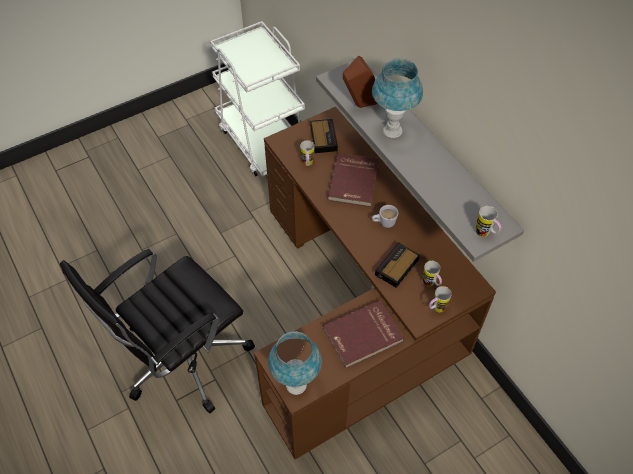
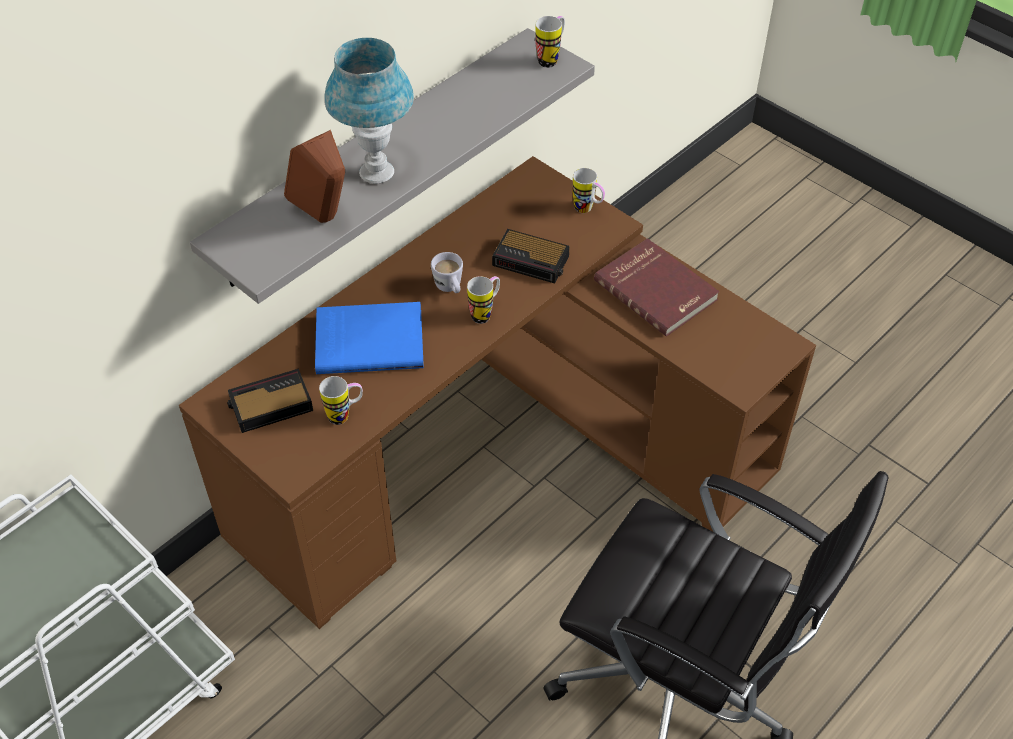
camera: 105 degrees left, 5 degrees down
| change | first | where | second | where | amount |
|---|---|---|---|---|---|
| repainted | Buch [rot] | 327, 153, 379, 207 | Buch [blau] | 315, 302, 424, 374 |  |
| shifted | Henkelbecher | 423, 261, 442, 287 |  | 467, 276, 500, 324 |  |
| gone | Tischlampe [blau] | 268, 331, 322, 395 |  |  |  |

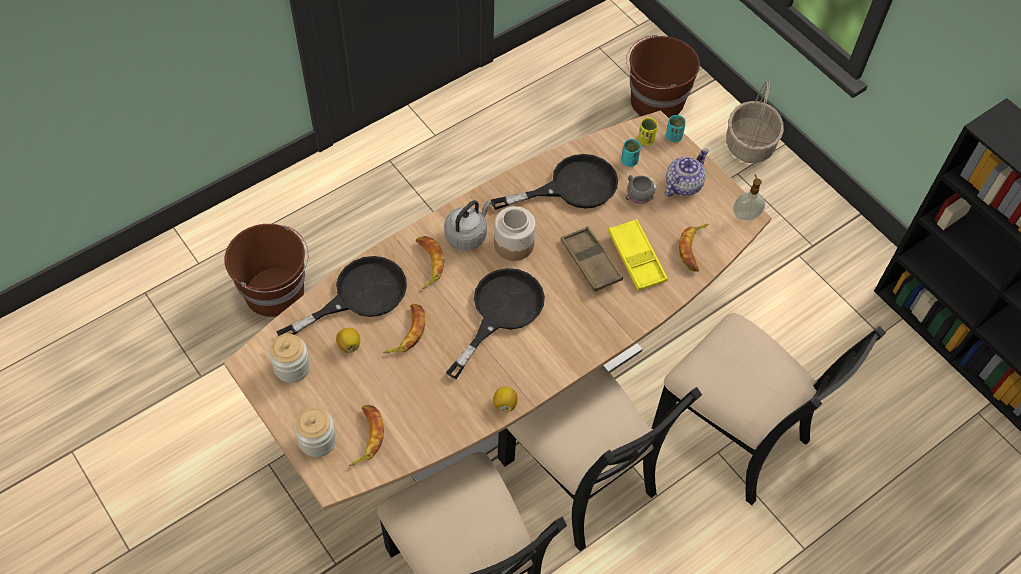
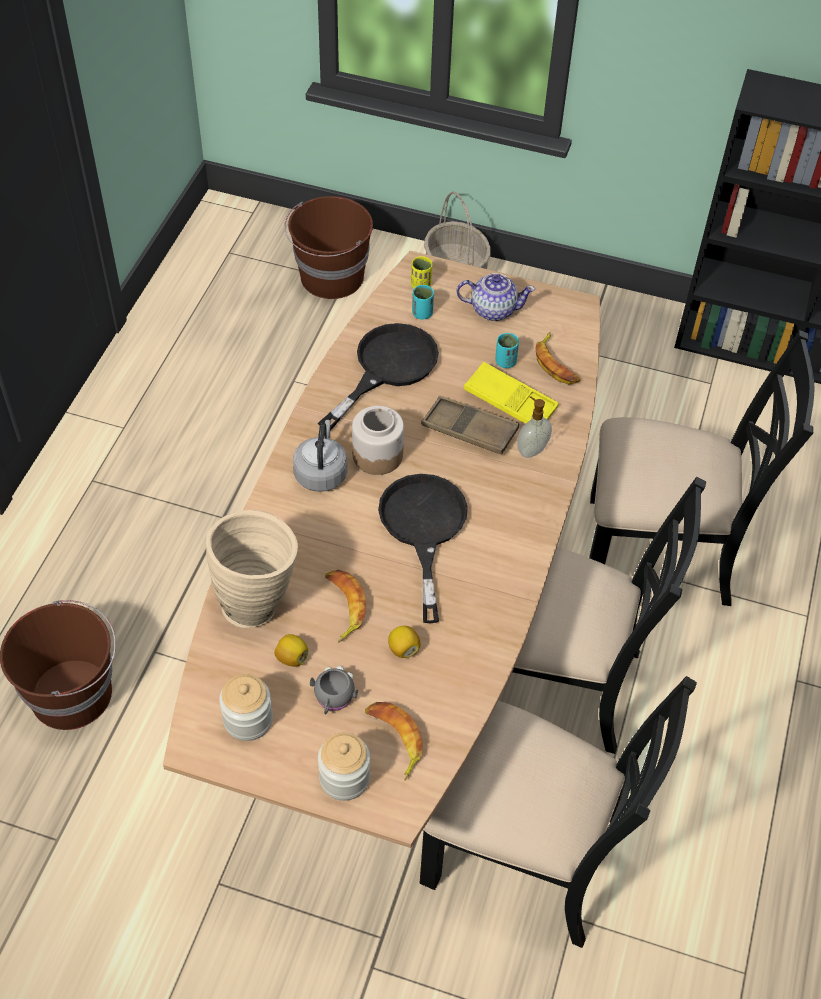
camera: 35 degrees left, 5 degrees down
| change | first | where | second | where | amount |
|---|---|---|---|---|---|
| shifted | Tasse [türkis] | 666, 115, 686, 142 |  | 496, 333, 519, 368 |  |
| rotated | Teekanne | 665, 148, 708, 197 |  | 456, 273, 535, 321 | 90 degrees clockwise |
| shifted | Seifenspender | 733, 174, 765, 220 |  | 517, 396, 552, 458 |  |
| shifted | Henkelbecher [grau] | 626, 175, 657, 204 |  | 310, 666, 358, 714 |  |
| gone | Banane | 416, 236, 444, 289 |  |  |  |
| swapped | Pfanne [schwarz] | 276, 256, 407, 336 | Vase [beige] | 206, 510, 298, 628 |  |
| shifted | Zitrone | 493, 387, 517, 412 |  | 388, 626, 420, 658 |  |

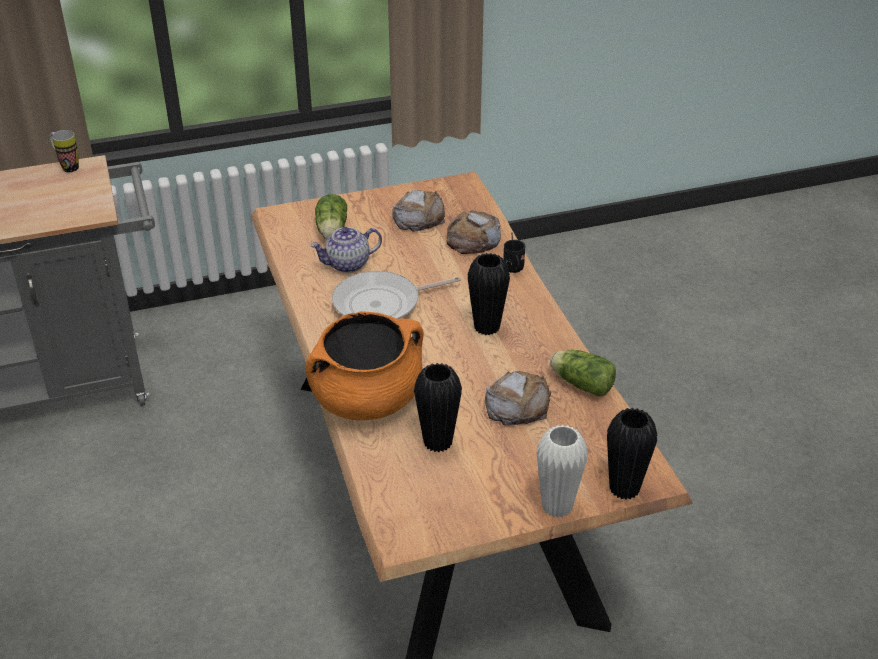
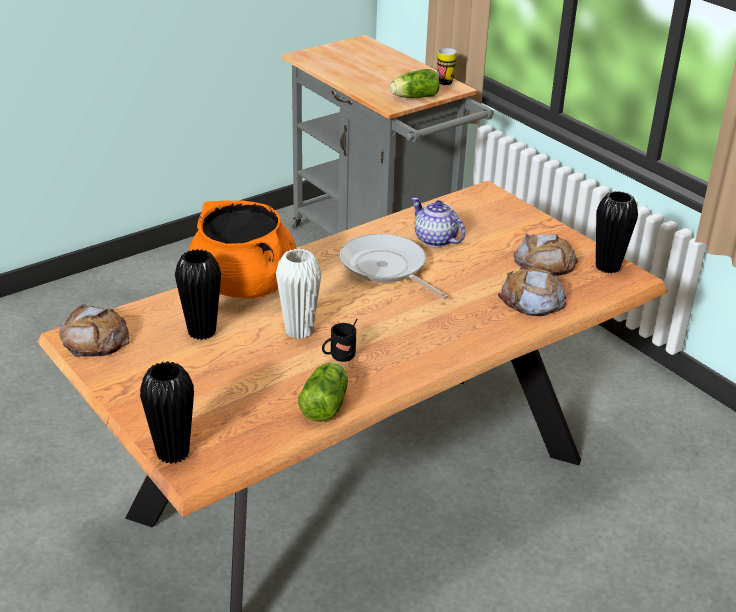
camera: 70 degrees right, 5 degrees down
| change | first | where | second | where | amount |
|---|---|---|---|---|---|
| shifted | Salatkopf | 315, 194, 347, 239 |  | 390, 69, 440, 98 |  |
| shifted | Henkelbecher [schwarz] | 503, 233, 525, 273 |  | 322, 319, 357, 362 |  |
| shifted | Vase [schwarz] | 468, 253, 510, 335 |  | 596, 191, 638, 273 |  |
| shifted | Brot | 485, 371, 551, 426 |  | 59, 304, 130, 357 |  |
| shifted | Vase [weiß] | 536, 425, 588, 518 |  | 276, 249, 322, 339 |  |

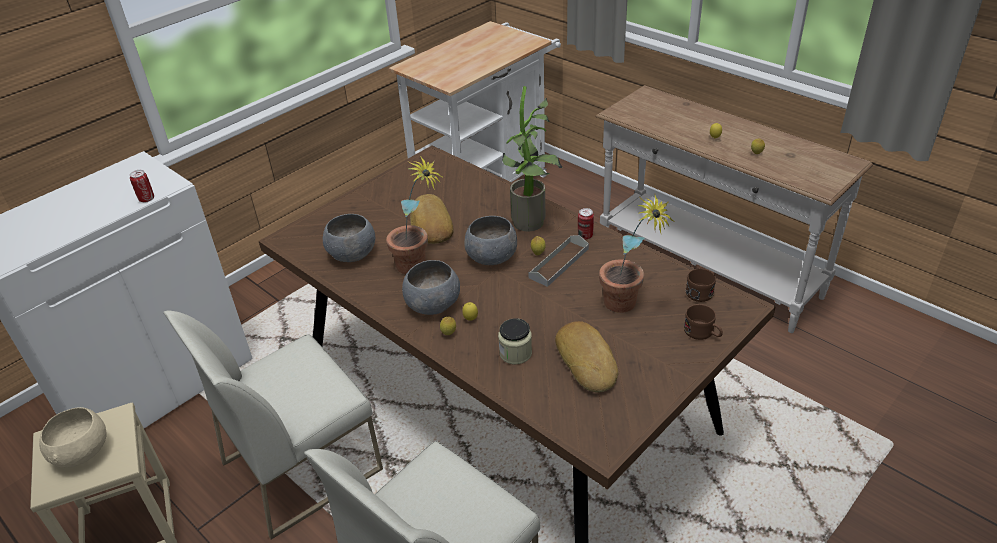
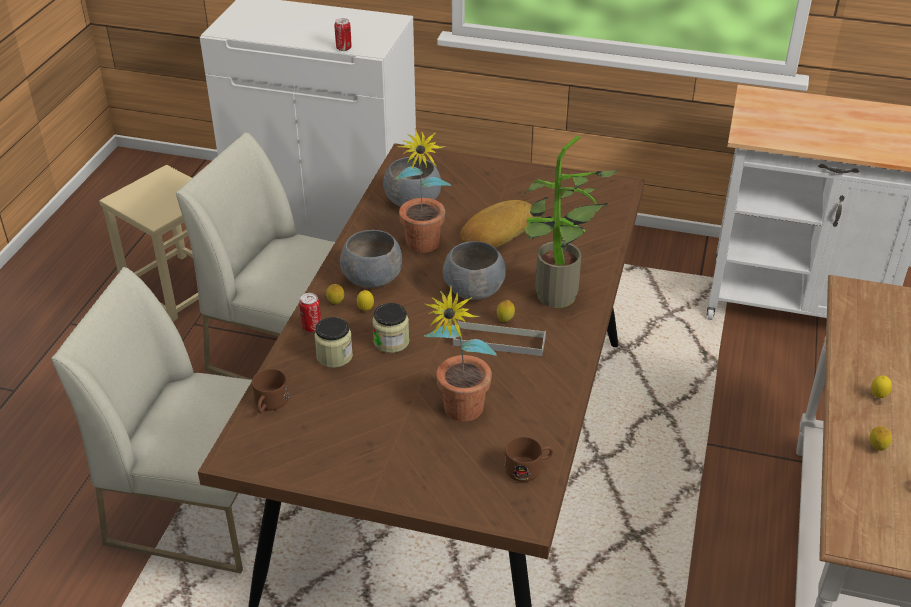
camera: 60 degrees right, 0 degrees up
| change | first | where | second | where | amount |
|---|---|---|---|---|---|
| shifted | Dose | 578, 208, 594, 240 |  | 299, 293, 321, 332 |  |
| shifted | Henkelbecher [braun] | 684, 304, 723, 340 |  | 252, 369, 289, 413 |  |
| gone | Brot | 555, 321, 618, 393 |  |  |  |
| gone | Schüssel [beige] | 39, 407, 107, 468 |  |  |  |
| new |  |  | Vorratsglas | 372, 303, 409, 353 |  |

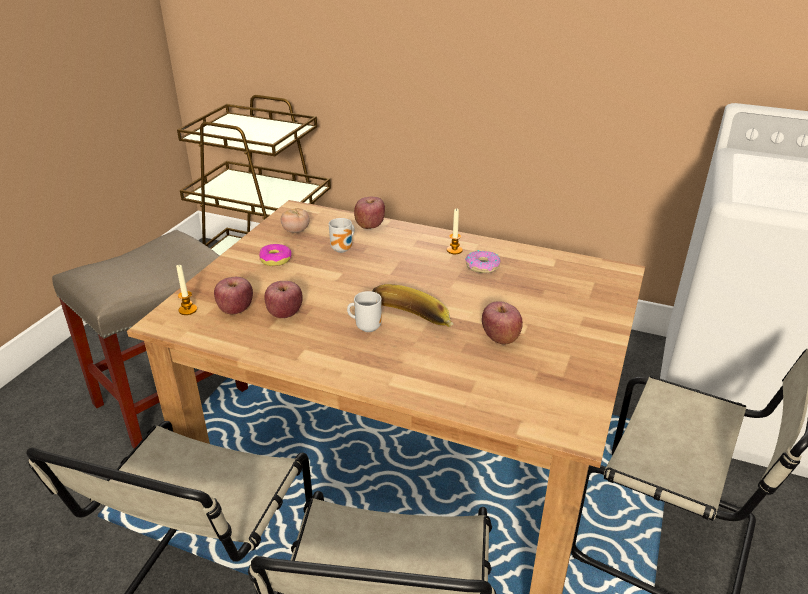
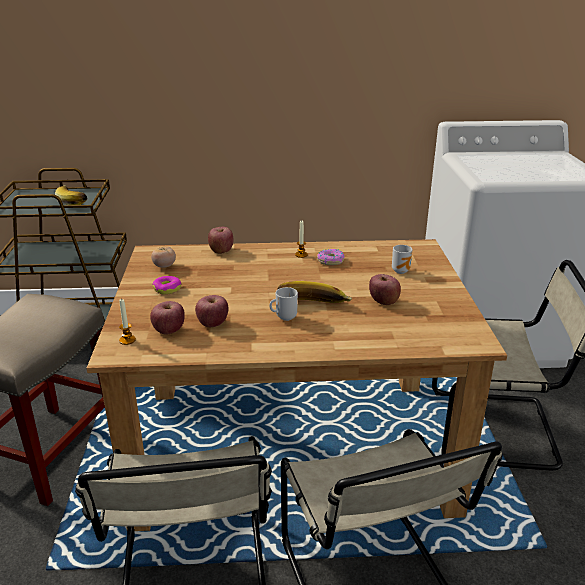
camera: 25 degrees left, 5 degrees down
| change | first | where | second | where | amount |
|---|---|---|---|---|---|
| shifted | Henkelbecher | 329, 218, 355, 253 |  | 392, 245, 413, 274 |  |
| new |  |  | Banane | 55, 185, 88, 205 |  |

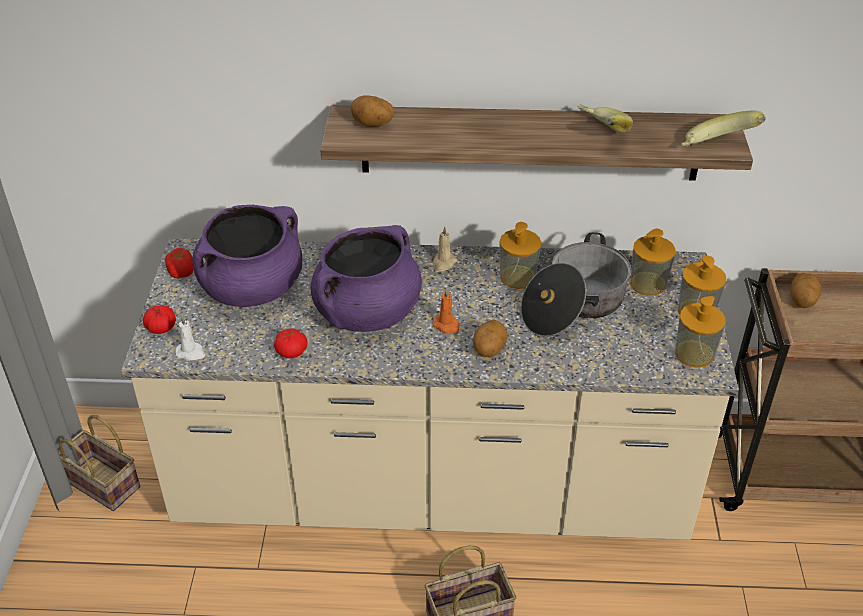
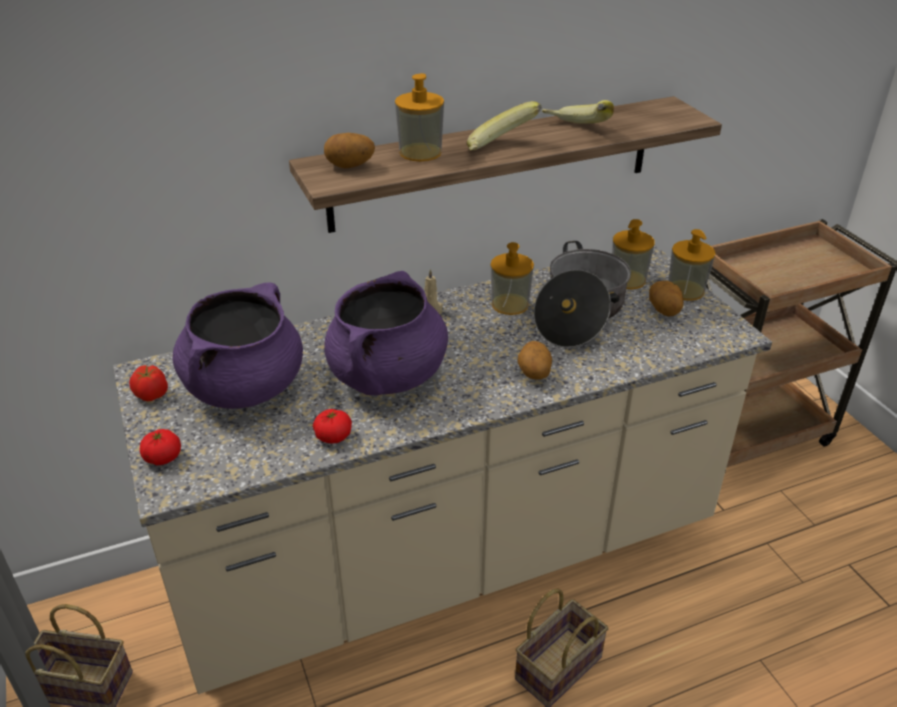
camera: 25 degrees left, 5 degrees down
| change | first | where | second | where | amount |
|---|---|---|---|---|---|
| shifted | Banane | 682, 110, 765, 147 |  | 467, 101, 542, 151 |  |
| shifted | Kartoffel | 790, 273, 821, 308 |  | 649, 281, 684, 317 |  |
| gone | Kerze [orange] | 432, 288, 459, 334 |  |  |  |
| shifted | Seifenspender | 675, 296, 725, 368 |  | 395, 73, 444, 161 |  |
| gone | Kerze [weiß] | 175, 316, 205, 361 |  |  |  |

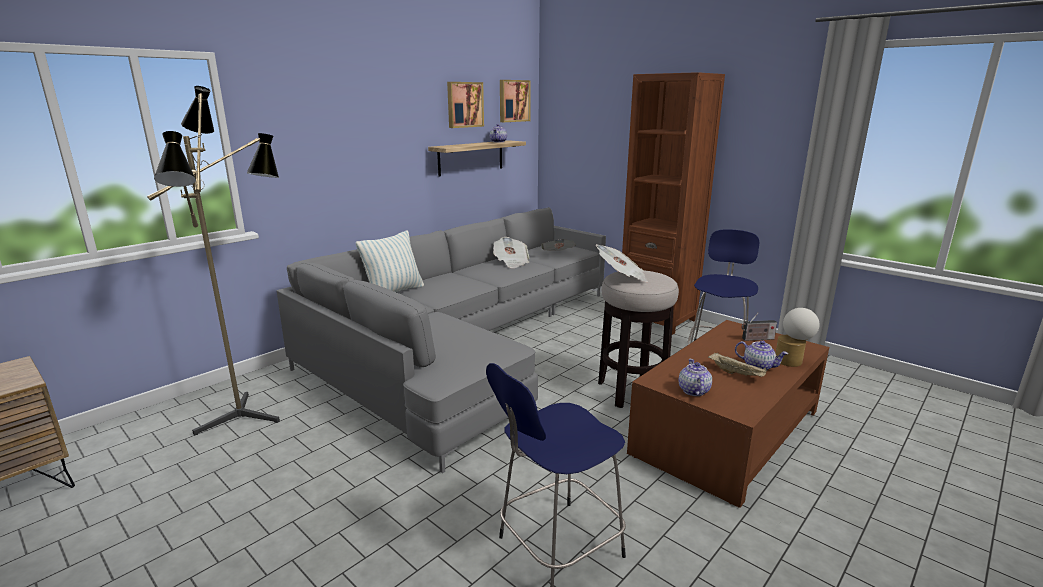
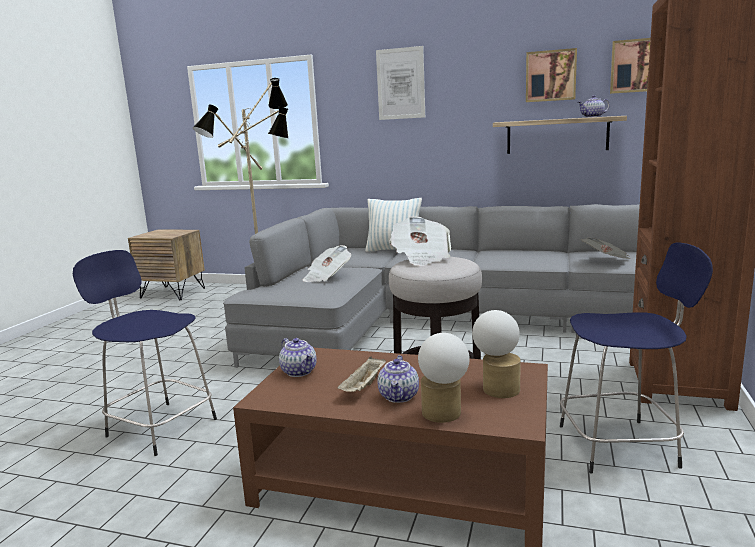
camera: 65 degrees right, 5 degrees down
| change | first | where | second | where | amount |
|---|---|---|---|---|---|
| shifted | Zeitung | 493, 237, 529, 268 |  | 303, 245, 351, 282 |  |
| swapped | Radio | 741, 313, 777, 341 | Tischlampe | 472, 310, 521, 398 |  |
| rotated | Teekanne | 679, 359, 712, 396 |  | 279, 338, 317, 377 | 75 degrees clockwise |
| new |  |  | Bild | 376, 46, 425, 120 |  |

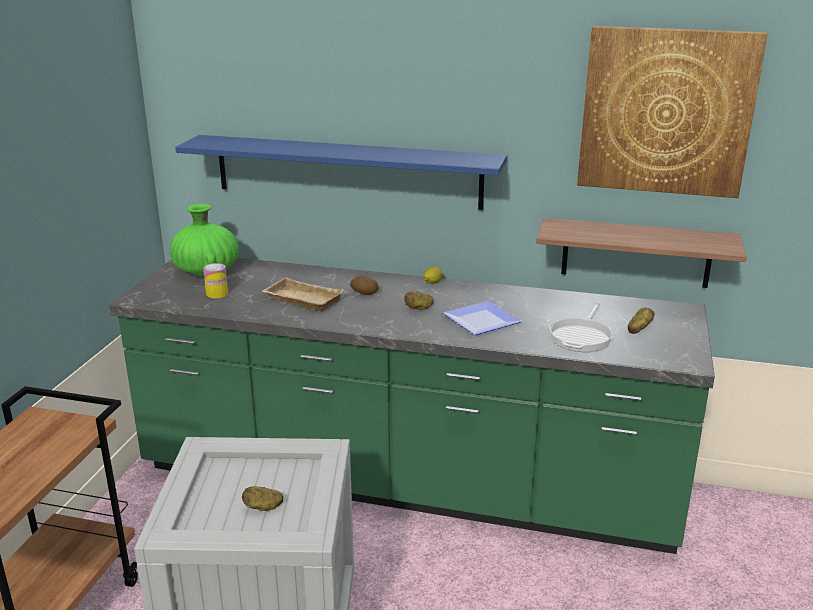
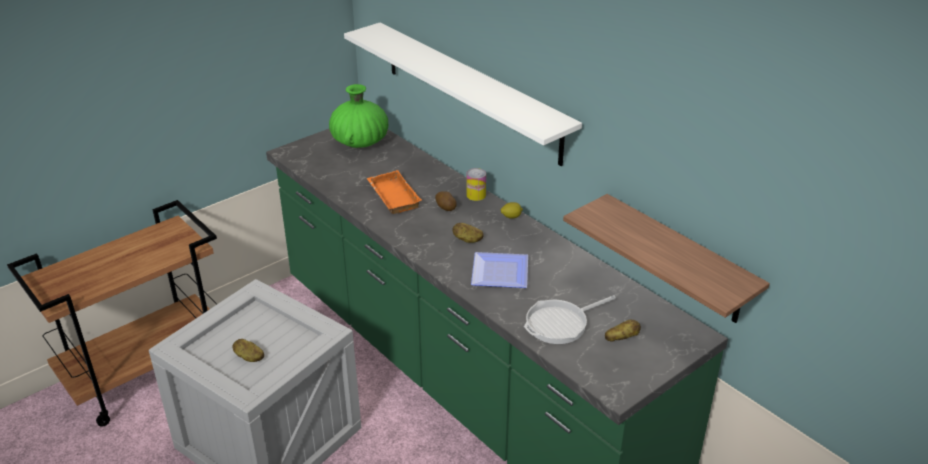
camera: 35 degrees right, 10 degrees up
| change | first | where | second | where | amount |
|---|---|---|---|---|---|
| gone | Bild | 577, 26, 768, 198 |  |  |  |
| repainted | Wandregal [blau] | 175, 135, 507, 210 | Wandregal [weiß] | 344, 23, 582, 166 |  |
| shifted | Dose | 203, 263, 228, 298 |  | 466, 168, 486, 201 |  |
| repainted | Tablett [beige] | 262, 277, 344, 311 | Tablett [orange] | 367, 170, 422, 214 |  |

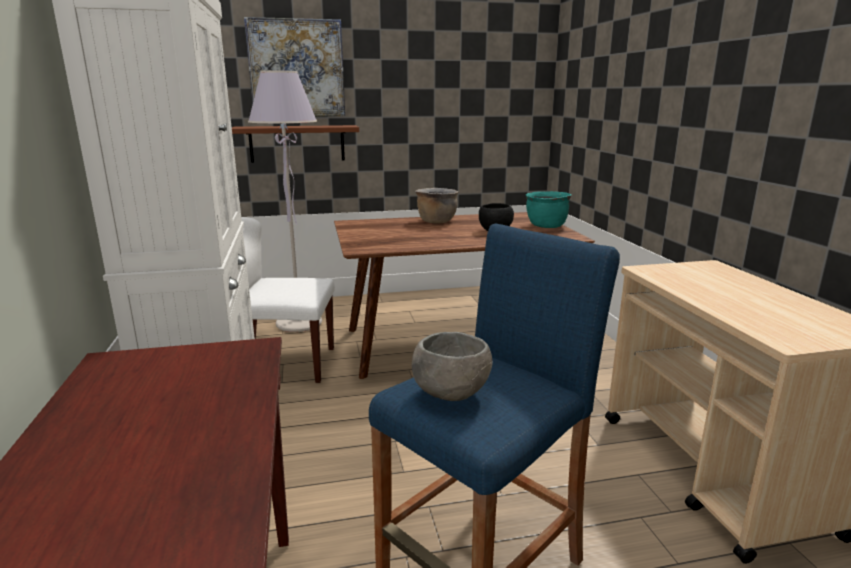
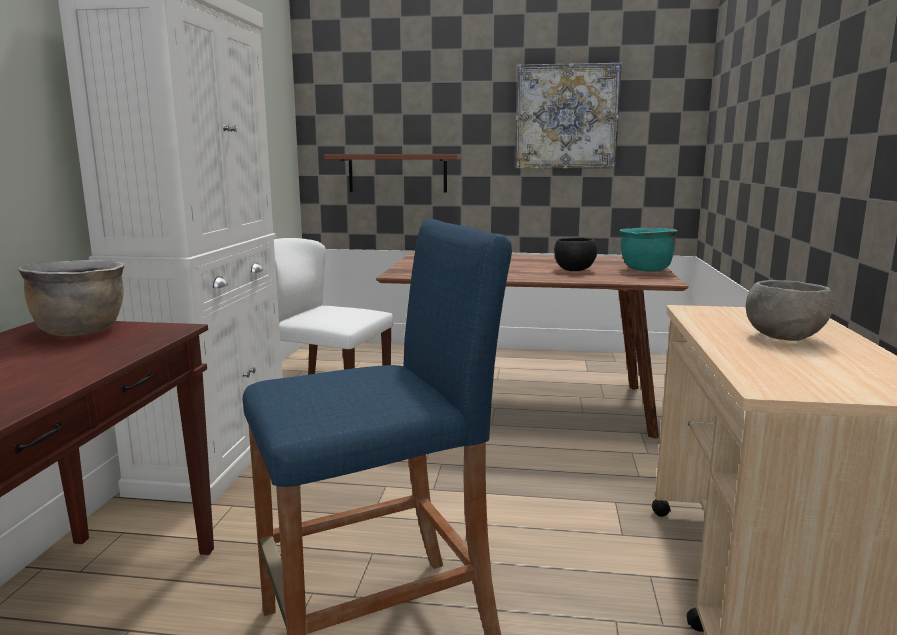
camera: 20 degrees right, 5 degrees down
| change | first | where | second | where | amount |
|---|---|---|---|---|---|
| shifted | Bild | 244, 17, 345, 117 |  | 515, 63, 622, 169 |  |
| gone | Stehlampe [grau] | 248, 70, 322, 332 |  |  |  |
| shifted | Kochtopf [braun] | 415, 188, 458, 224 |  | 18, 260, 125, 336 |  |
| shifted | Schüssel [grau] | 412, 332, 492, 401 |  | 746, 280, 835, 341 |  |

